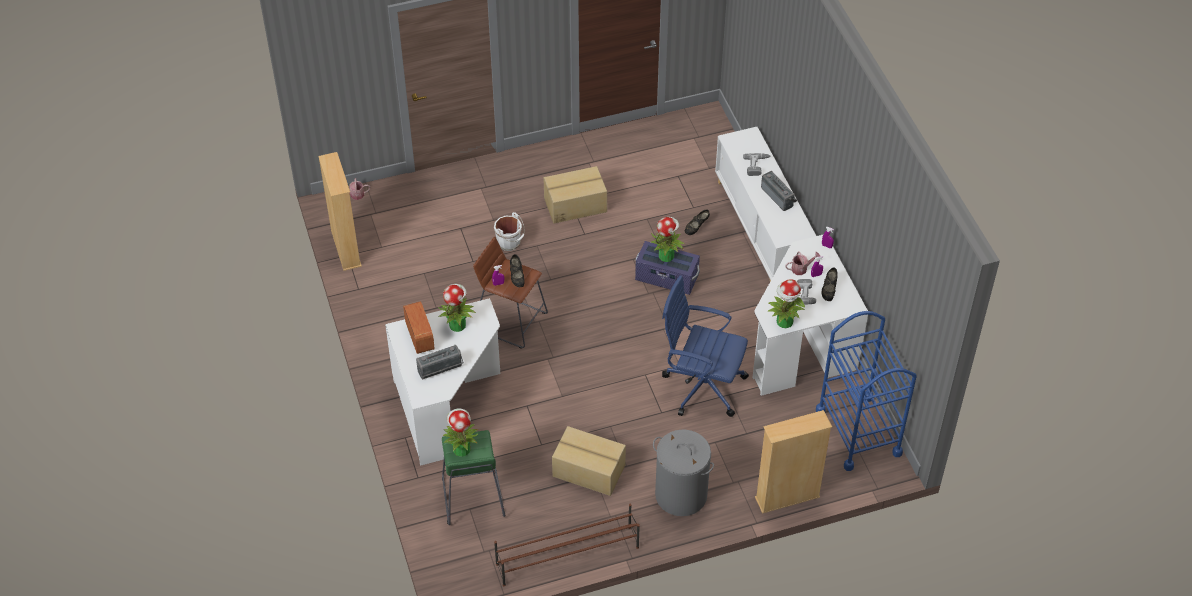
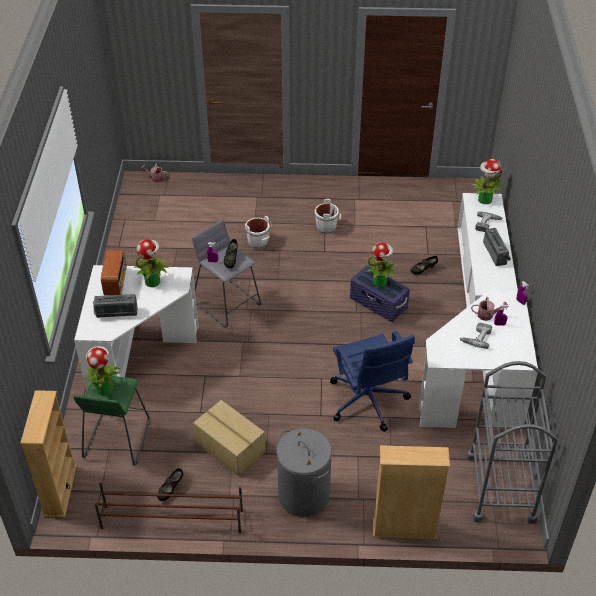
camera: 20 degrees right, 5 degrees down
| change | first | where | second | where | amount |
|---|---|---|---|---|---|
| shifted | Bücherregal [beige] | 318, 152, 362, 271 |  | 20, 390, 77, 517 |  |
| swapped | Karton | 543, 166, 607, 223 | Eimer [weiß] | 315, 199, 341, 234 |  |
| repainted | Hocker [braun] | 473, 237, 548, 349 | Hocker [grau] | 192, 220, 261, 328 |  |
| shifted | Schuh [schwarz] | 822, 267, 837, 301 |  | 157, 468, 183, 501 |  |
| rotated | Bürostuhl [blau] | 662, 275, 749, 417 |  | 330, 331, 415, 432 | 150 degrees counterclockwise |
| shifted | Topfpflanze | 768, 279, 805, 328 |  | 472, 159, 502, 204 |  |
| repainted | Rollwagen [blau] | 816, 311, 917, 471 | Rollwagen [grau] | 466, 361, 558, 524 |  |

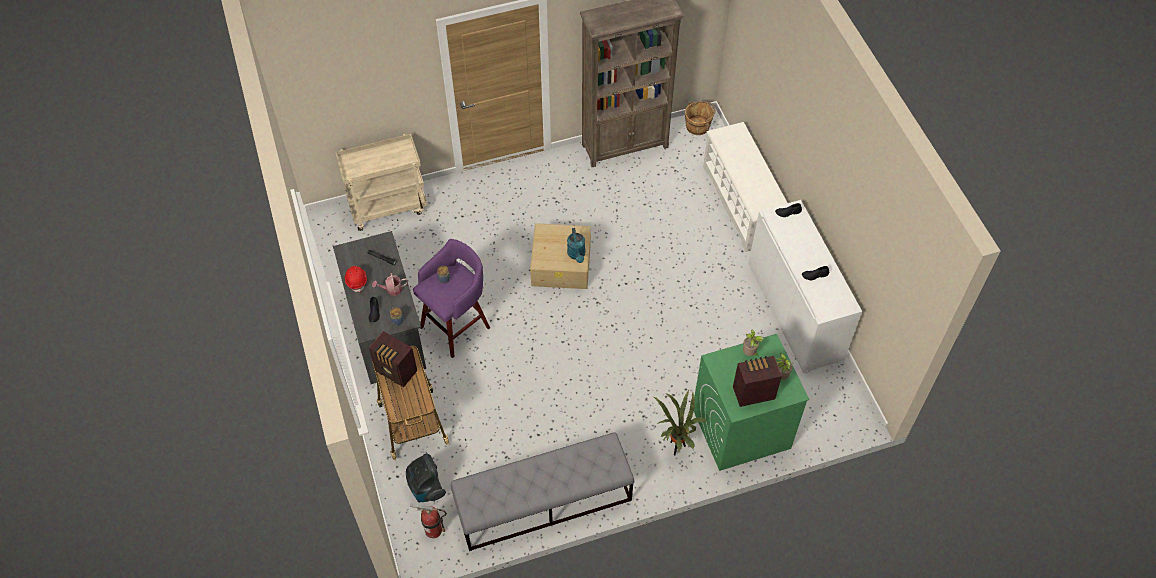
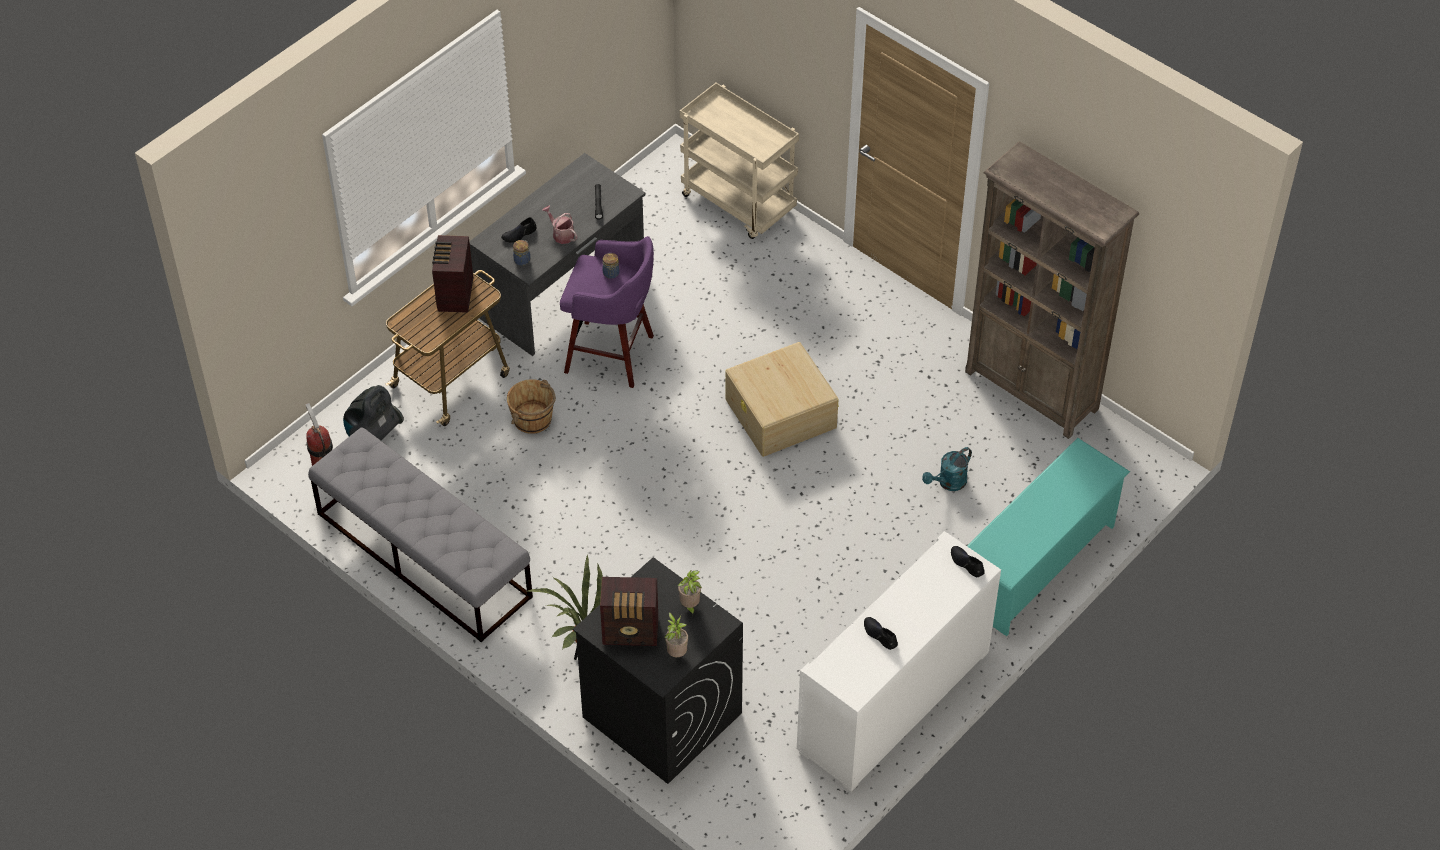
camera: 60 degrees right, 5 degrees down
| change | first | where | second | where | amount |
|---|---|---|---|---|---|
| shifted | Eimer [braun] | 685, 101, 715, 135 |  | 507, 379, 556, 434 |  |
| repainted | Schuhregal [weiß] | 703, 122, 787, 252 | Schuhregal [türkis] | 967, 438, 1130, 636 |  |
| shifted | Gießkanne [türkis] | 567, 228, 585, 263 |  | 922, 447, 972, 491 |  |
| gone | Schutzhelm [rot] | 345, 266, 367, 292 |  |  |  |
| repainted | Waschmaschine [grün] | 694, 334, 809, 471 | Waschmaschine [schwarz] | 573, 557, 743, 784 |  |
| rotated | Radio | 733, 356, 782, 407 |  | 600, 577, 658, 646 | 135 degrees clockwise |

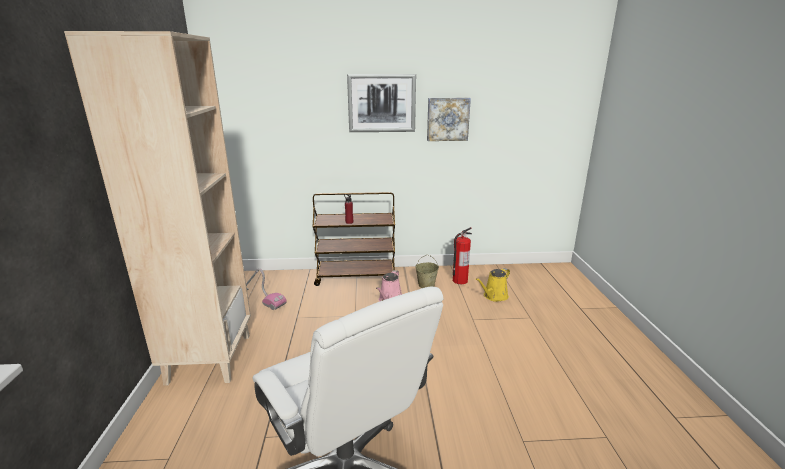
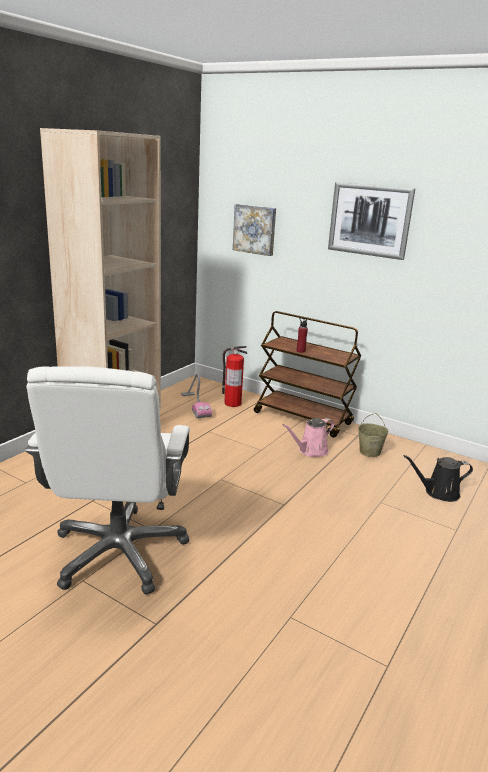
camera: 35 degrees right, 0 degrees up
| change | first | where | second | where | amount |
|---|---|---|---|---|---|
| shifted | Bild | 427, 98, 471, 141 |  | 233, 204, 276, 256 |  |
| shifted | Feuerlöscher | 453, 227, 472, 284 |  | 222, 346, 247, 407 |  |
| repainted | Gießkanne [gelb] | 476, 268, 510, 302 | Gießkanne [schwarz] | 404, 455, 473, 502 |  |

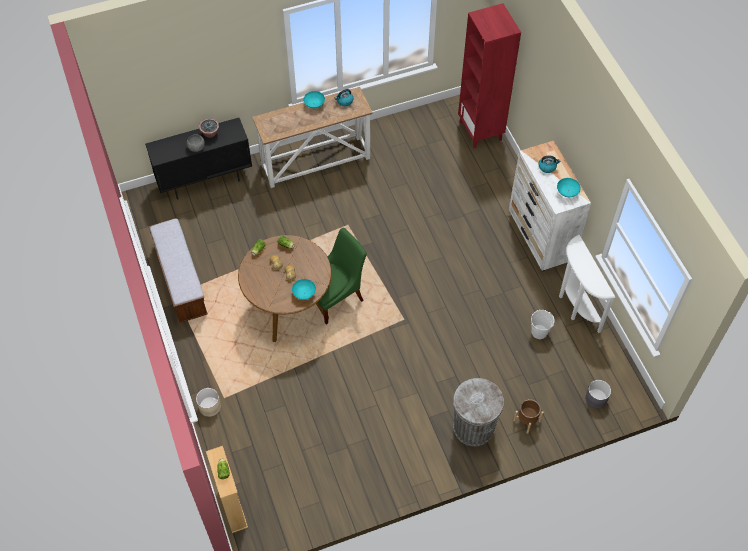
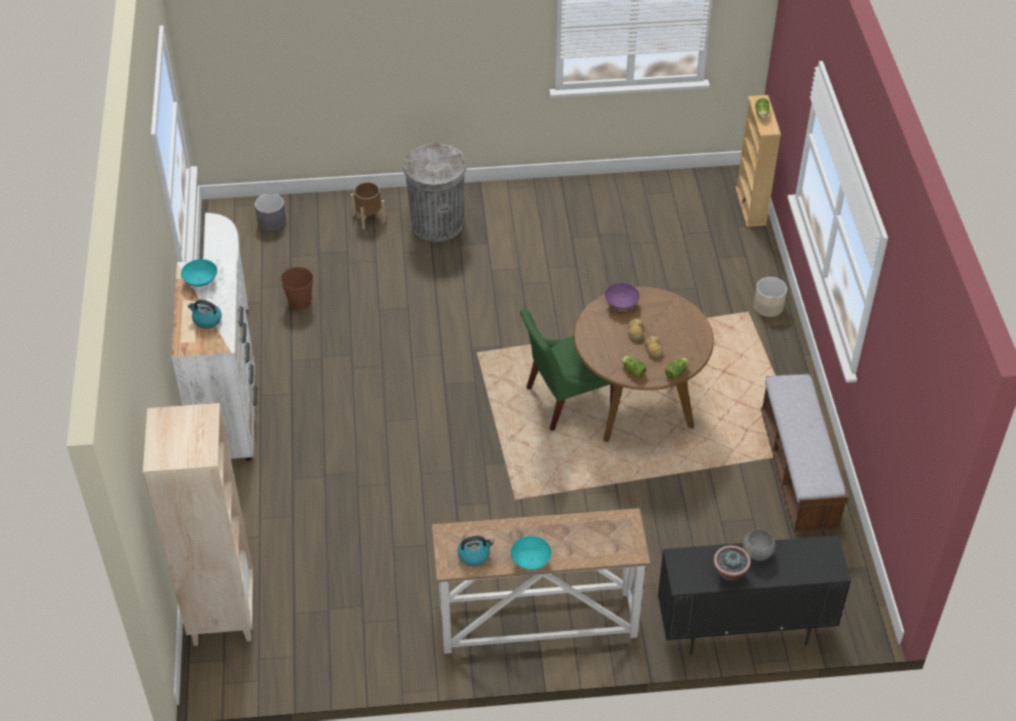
camera: 165 degrees left, 10 degrees down
| change | first | where | second | where | amount |
|---|---|---|---|---|---|
| repainted | Bücherregal [rot] | 458, 3, 521, 149 | Bücherregal [beige] | 143, 403, 253, 646 |  |
| repainted | Schüssel [türkis] | 292, 279, 316, 300 | Schüssel [lila] | 605, 283, 639, 310 |  |
| repainted | Eimer [weiß] | 531, 310, 554, 339 | Eimer [braun] | 280, 267, 313, 310 |  |

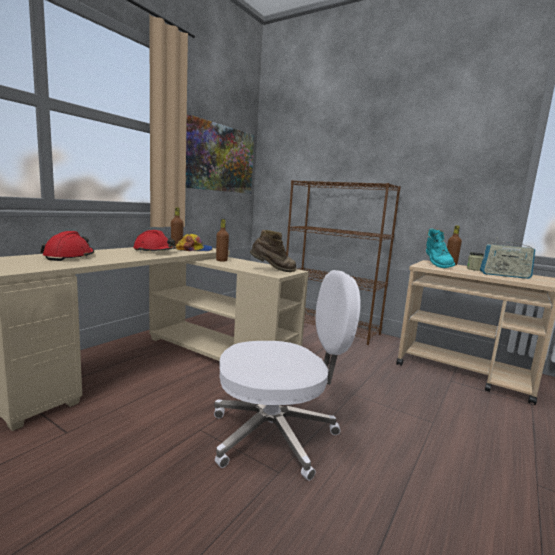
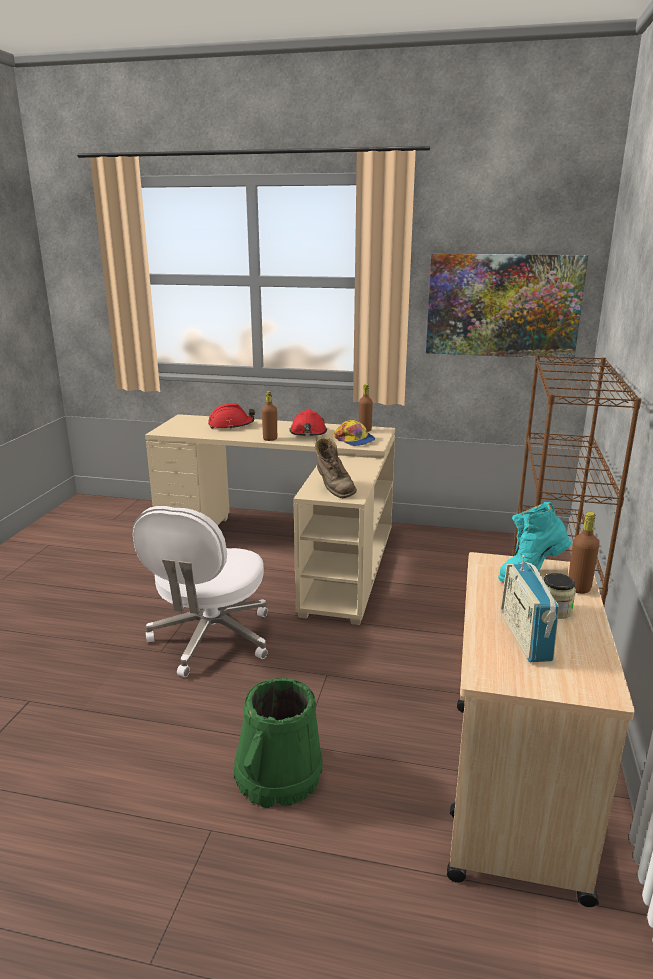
camera: 70 degrees right, 10 degrees up
| change | first | where | second | where | amount |
|---|---|---|---|---|---|
| shifted | Flasche [braun] | 216, 219, 229, 262 |  | 262, 391, 277, 441 |  |
| rotated | Bürostuhl [weiß] | 214, 270, 360, 481 |  | 132, 506, 268, 677 | 45 degrees clockwise |
| new |  |  | Eimer [grün] | 234, 678, 323, 808 |  |

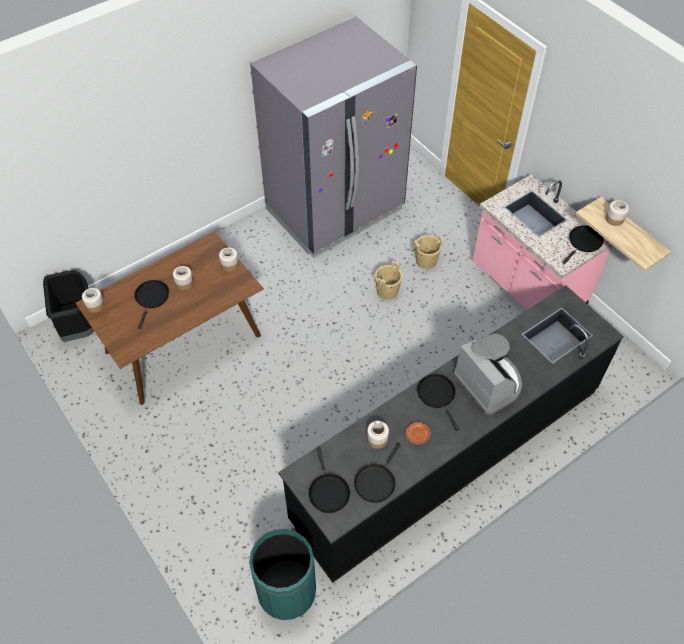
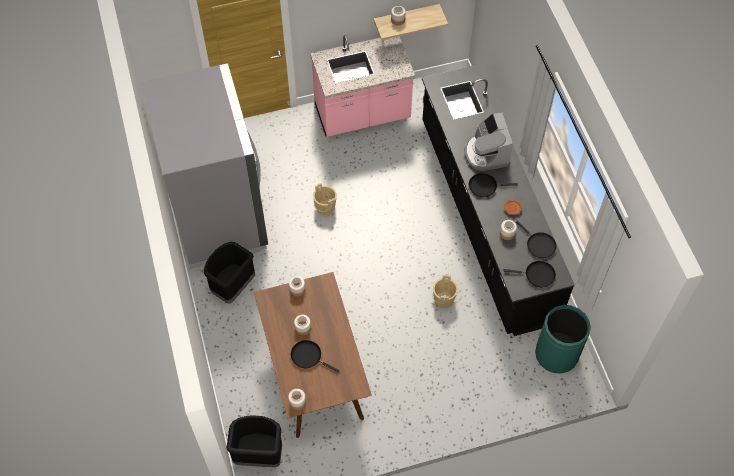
camera: 70 degrees left, 5 degrees up
| change | first | where | second | where | amount |
|---|---|---|---|---|---|
| gone | Pfanne [schwarz] | 562, 225, 604, 264 |  |  |  |
| shifted | Eimer [beige] | 413, 235, 443, 269 |  | 432, 275, 458, 308 |  |
| rotated | Kaffeemaschine | 454, 333, 522, 415 |  | 465, 113, 513, 171 | 90 degrees counterclockwise |
| new |  |  | Mülleimer [schwarz] | 204, 242, 255, 304 |  |

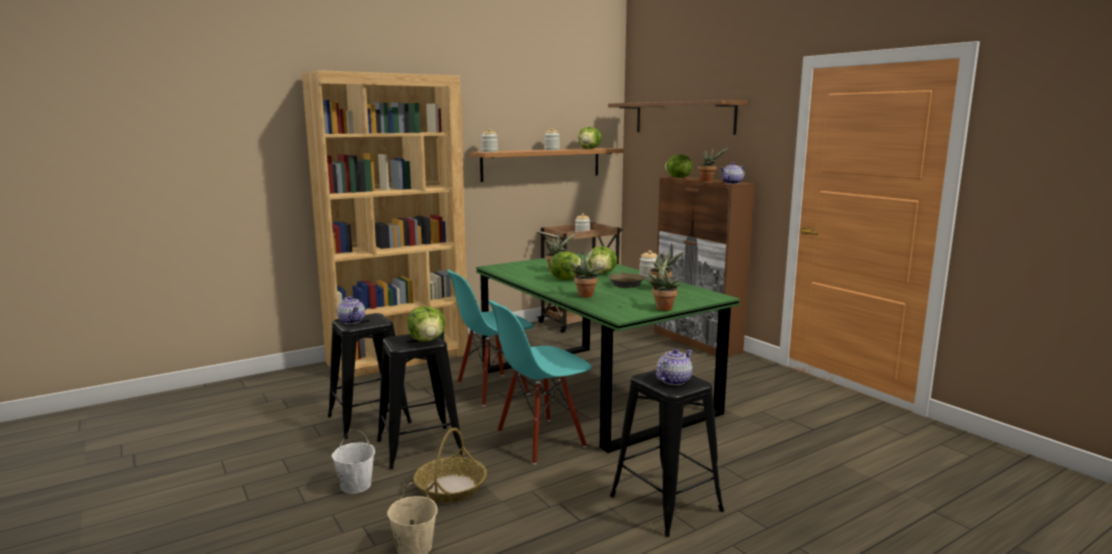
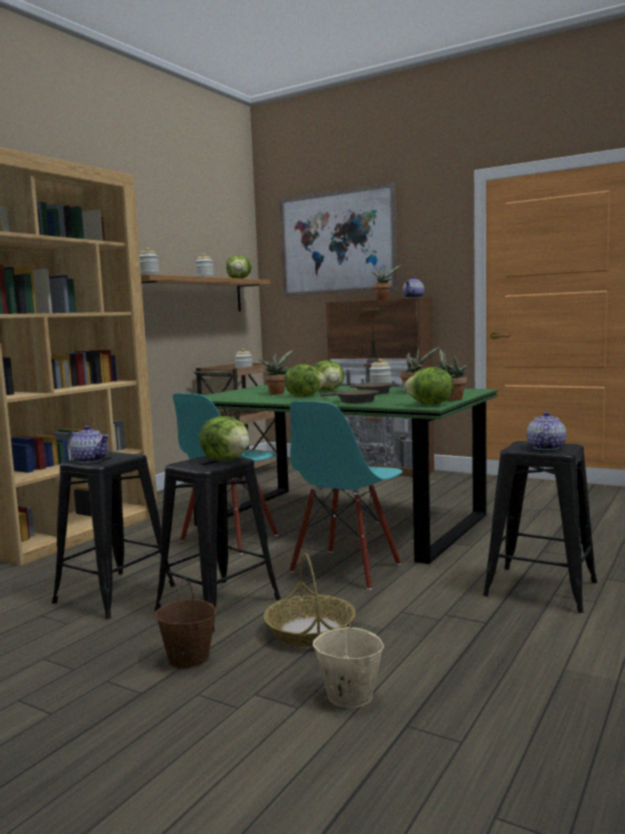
camera: 25 degrees left, 5 degrees down
| change | first | where | second | where | amount |
|---|---|---|---|---|---|
| swapped | Wandregal | 608, 100, 747, 135 | Bild | 279, 182, 398, 297 |  |
| shifted | Salatkopf | 665, 154, 693, 178 |  | 404, 367, 453, 405 |  |
| swapped | Topfpflanze | 568, 249, 600, 298 | Pfanne [braun] | 320, 390, 379, 403 |  |
| repainted | Eimer [weiß] | 332, 429, 375, 494 | Eimer [braun] | 155, 578, 216, 669 |  |

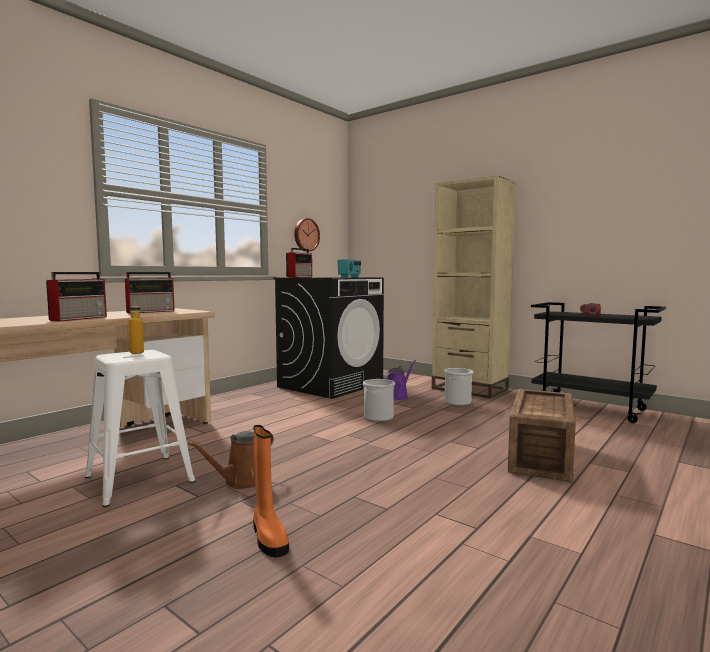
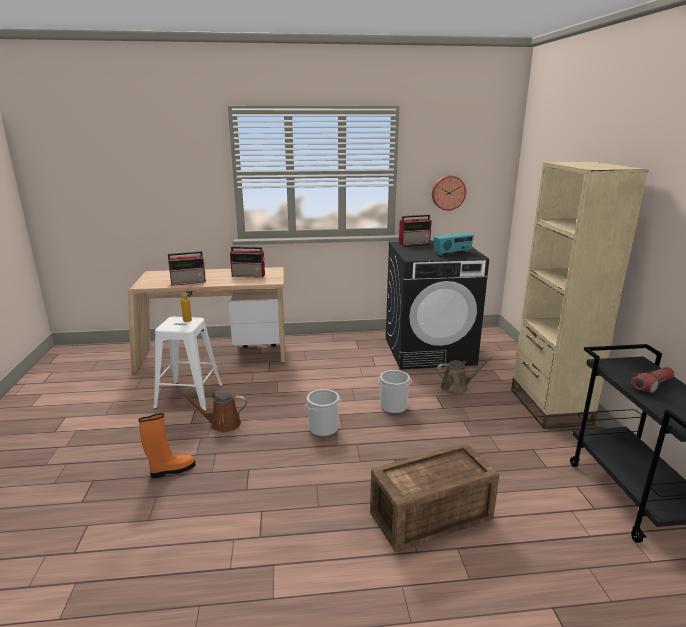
camera: 45 degrees right, 15 degrees up
| change | first | where | second | where | amount |
|---|---|---|---|---|---|
| repainted | Gießkanne [lila] | 383, 360, 416, 400 | Gießkanne [braun] | 436, 356, 493, 394 |  |
| shifted | Eimer | 444, 368, 474, 406 |  | 305, 389, 341, 437 |  |
| rotated | Stiefel [orange] | 253, 425, 289, 558 |  | 139, 413, 196, 478 | 135 degrees counterclockwise |

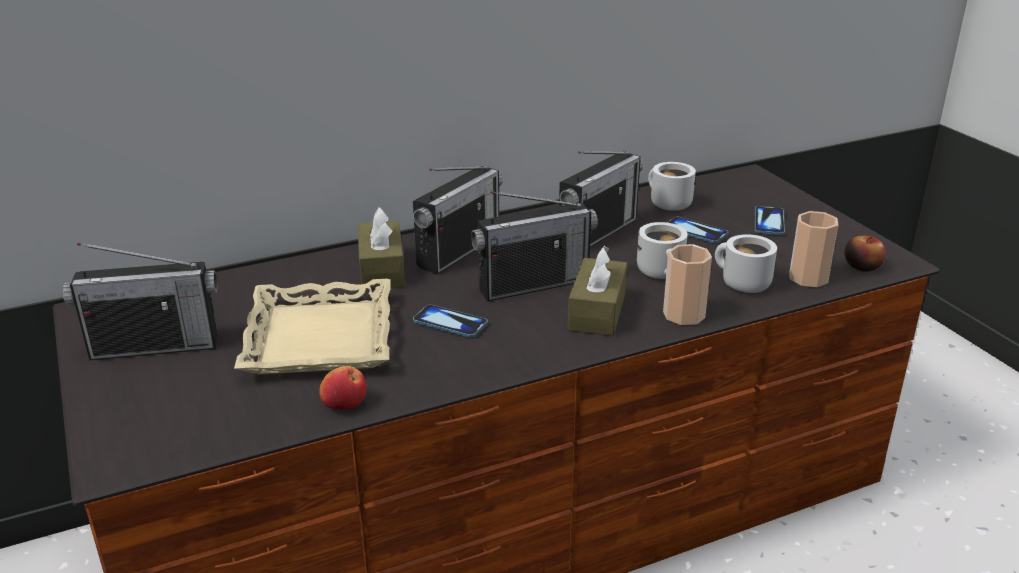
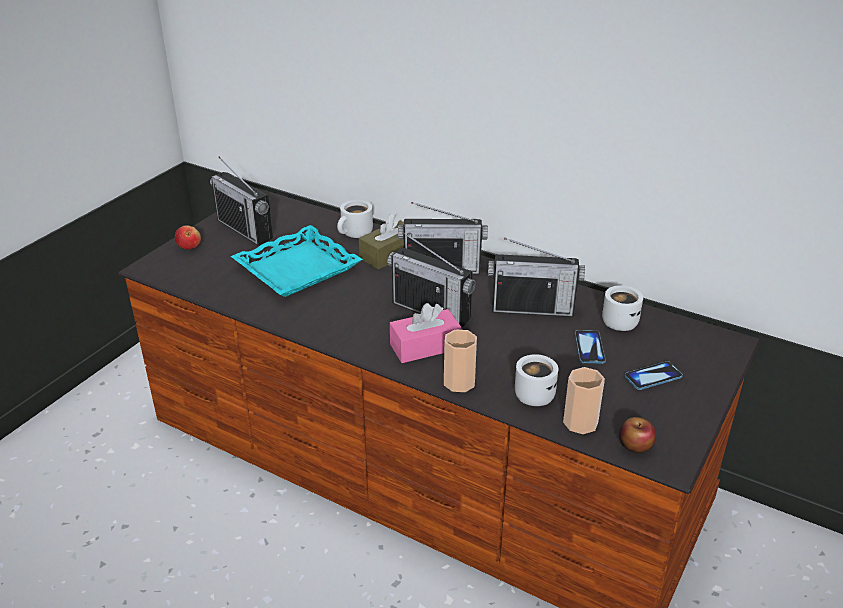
camera: 55 degrees right, 5 degrees up
| change | first | where | second | where | amount |
|---|---|---|---|---|---|
| shifted | Henkelbecher [weiß] | 637, 222, 688, 279 |  | 337, 200, 373, 238 |  |
| repainted | Taschentuchbox [braun] | 568, 246, 627, 336 | Taschentuchbox [rosa] | 390, 303, 461, 363 |  |
| repainted | Tablett [beige] | 234, 279, 391, 374 | Tablett [türkis] | 231, 225, 363, 297 |  |
| gone | Handy | 413, 304, 488, 338 |  |  |  |
| shifted | Apfel | 319, 366, 366, 410 |  | 175, 226, 201, 250 |  |

